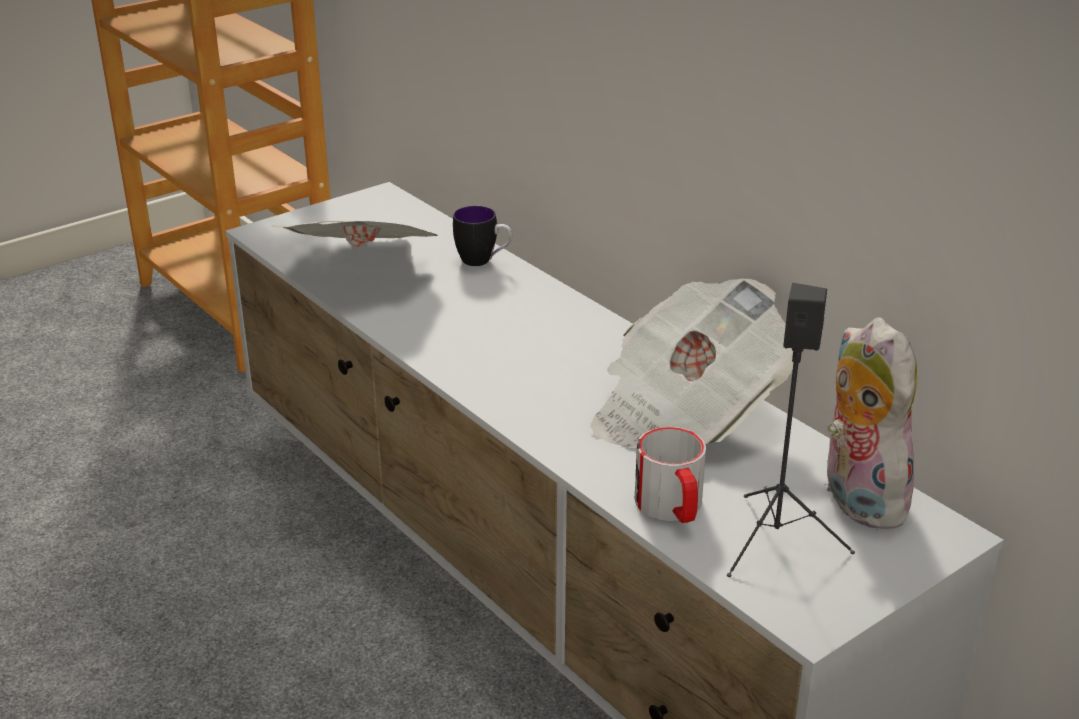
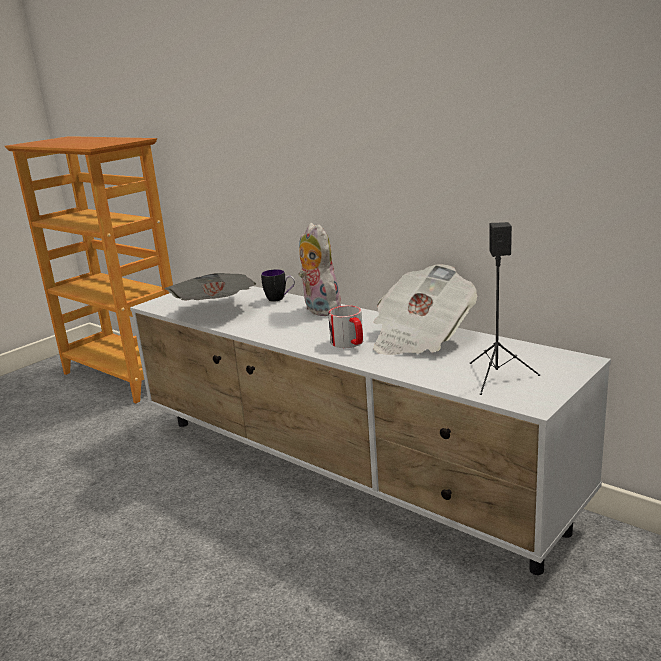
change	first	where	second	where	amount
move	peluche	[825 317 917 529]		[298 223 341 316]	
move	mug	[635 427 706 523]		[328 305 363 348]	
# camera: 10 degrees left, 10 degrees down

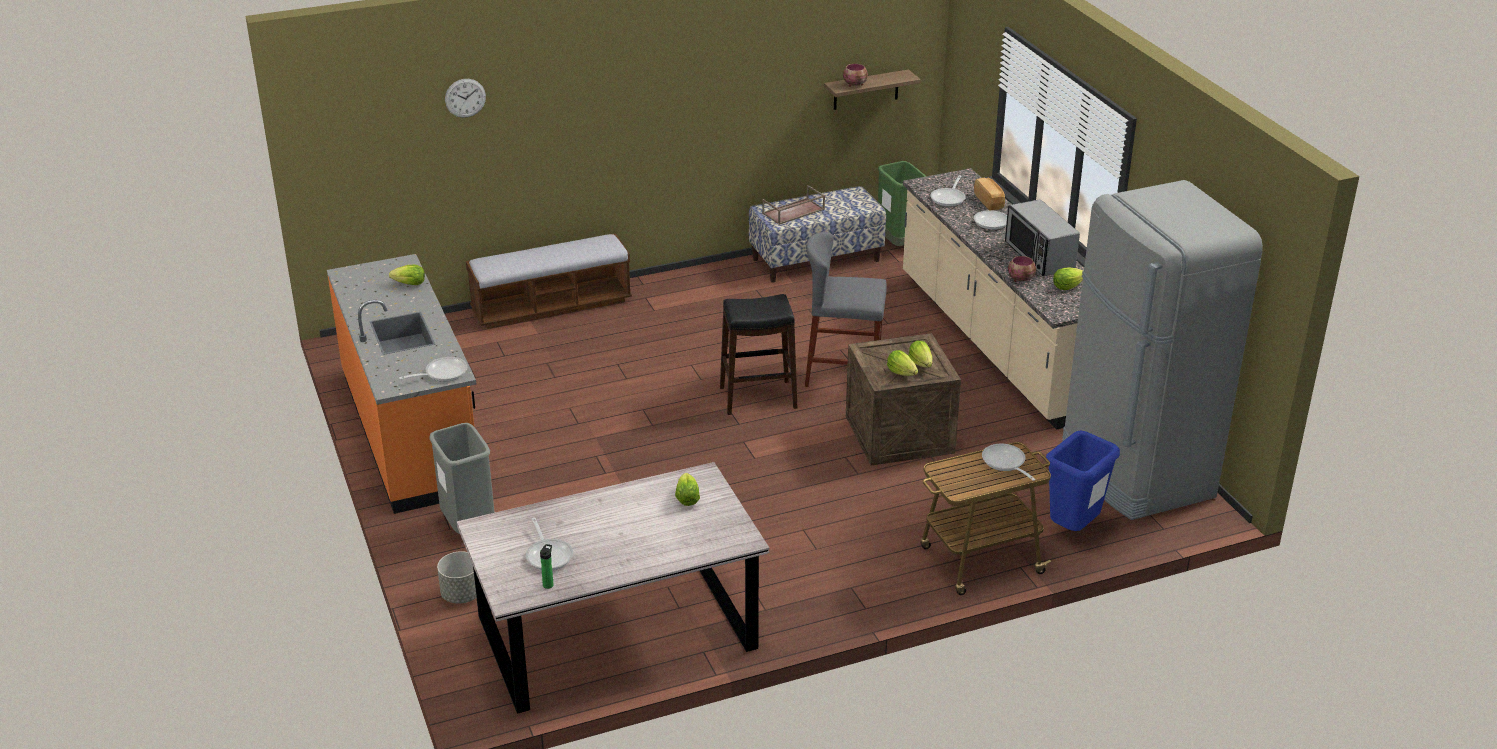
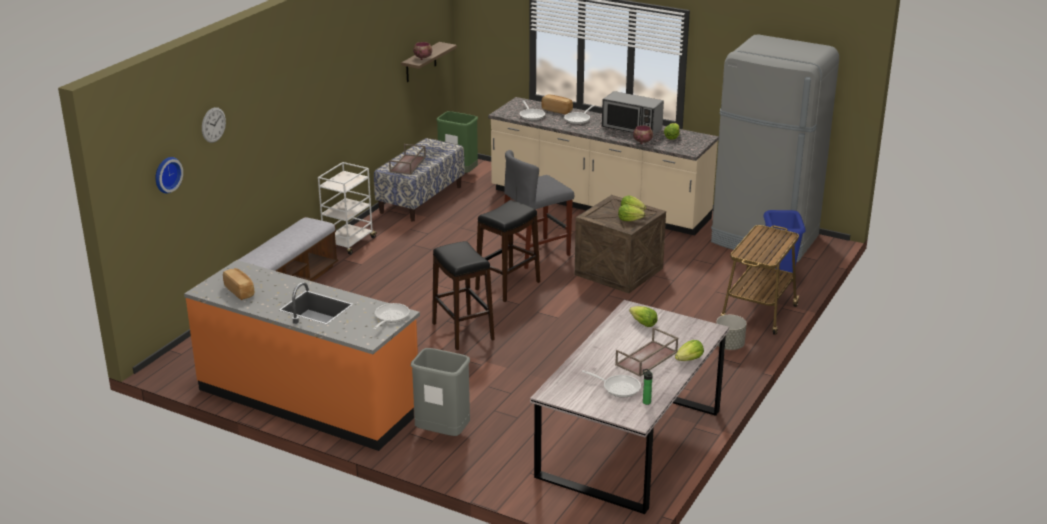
change	first	where	second	where	amount
insert			horloge murale	[155 157 183 194]	
insert			pain	[223 268 254 300]	
insert			chariot/blanc	[318 162 377 255]	
insert			tabouret/noir	[432 241 495 350]	
insert			plateau/marron	[615 327 678 377]	
move	laitue	[389 265 425 285]		[675 340 704 361]	
move	cache-pot/gris	[437 551 476 603]		[716 315 747 350]	
delete	poêle	[982 444 1036 481]			
# camera: 40 degrees left, 5 degrees down

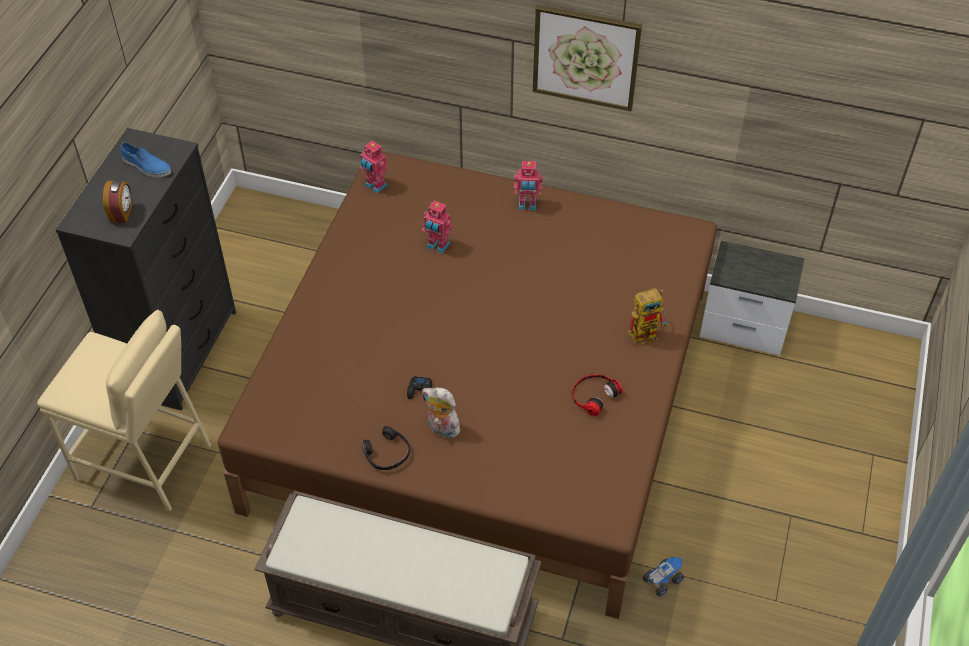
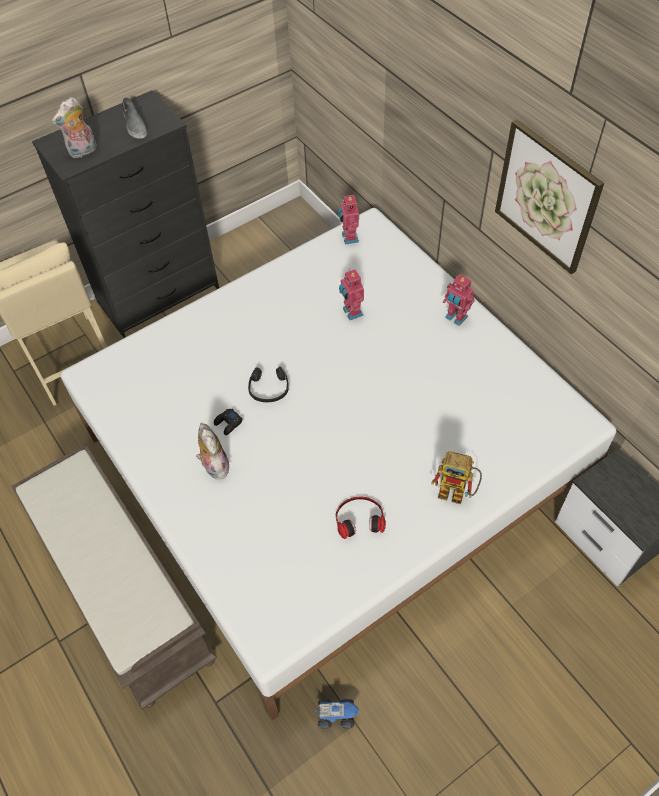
change	first	where	second	where	amount
replace	réveil	[103 180 133 223]	peluche	[52 97 97 158]	
recolor	lit/marron	[218 151 717 619]	lit/blanc	[60 208 616 721]	
recolor	chaussure/bleu	[121 143 171 178]	chaussure/gris	[122 97 147 139]	
move	casque audio/noir	[362 426 411 470]		[248 367 289 402]	
# camera: 40 degrees right, 5 degrees up

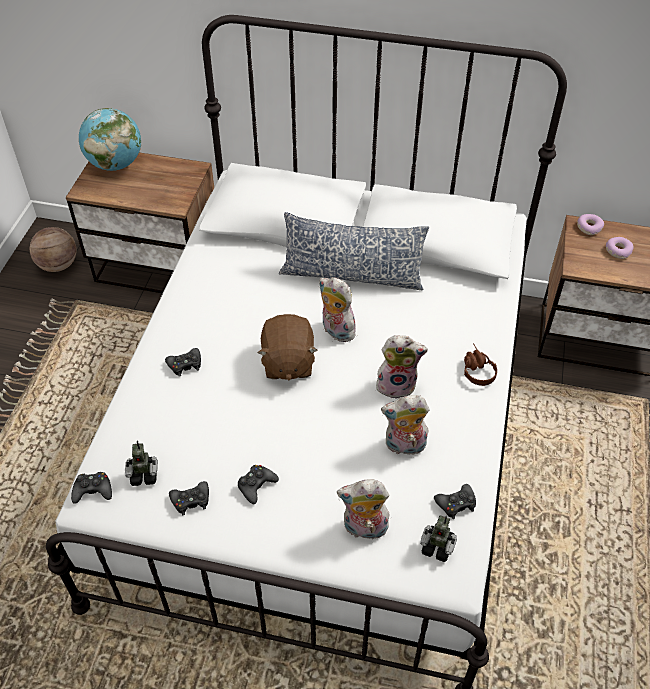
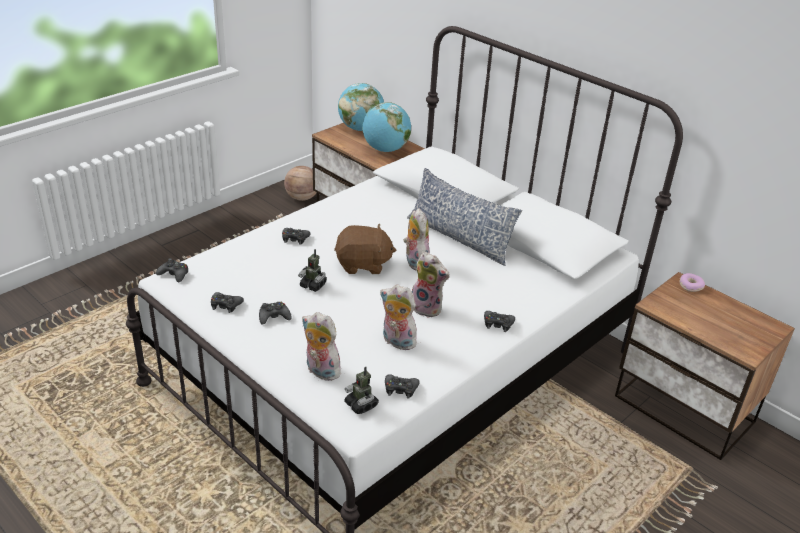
change	first	where	second	where	amount
move	robot jouet	[125 441 158 486]		[298 249 327 292]	
rotate	peluche/marron	[258 314 318 381]		[334 224 396 274]	120 degrees counterclockwise
insert			globe	[362 102 411 152]	
replace	casque audio/marron	[464 343 497 386]	manette/noir	[484 311 515 332]	
delete	beignet	[606 237 633 259]			
# camera: 30 degrees right, 15 degrees down

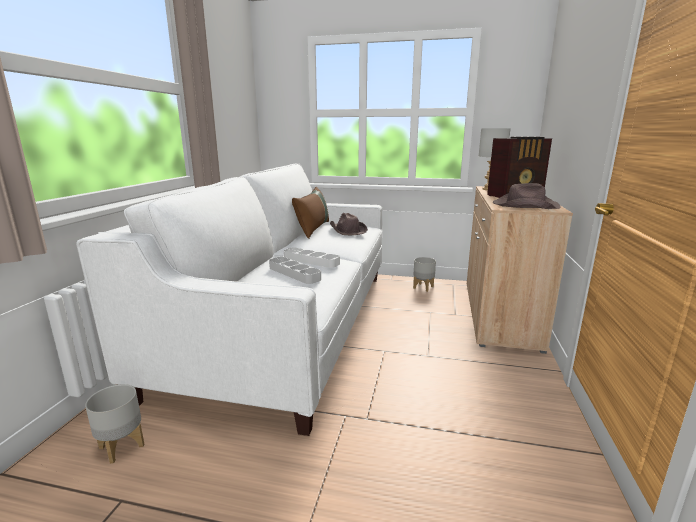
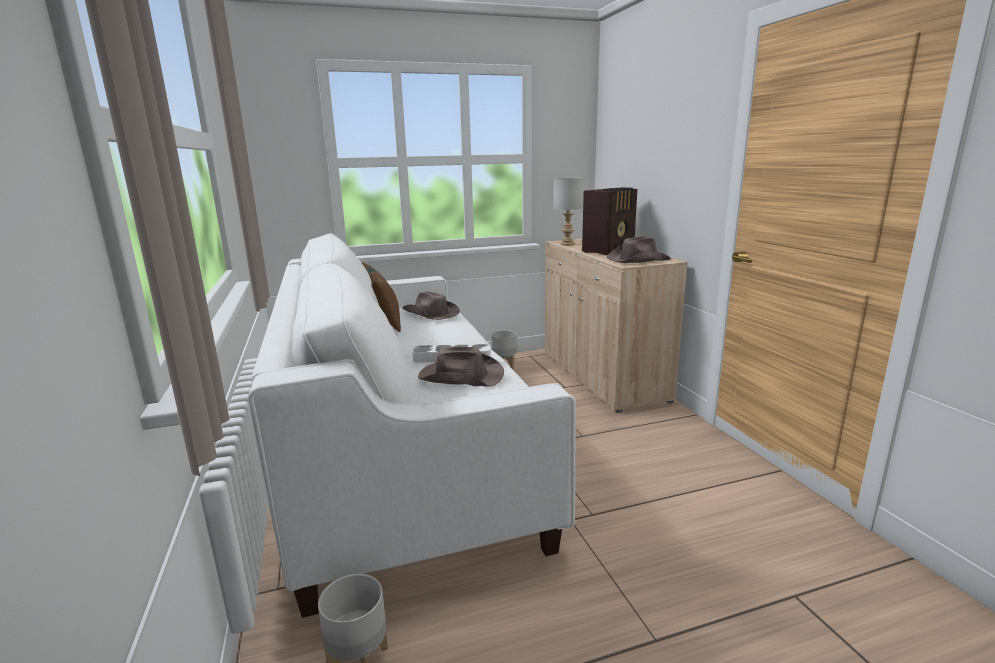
change	first	where	second	where	amount
replace	plateau/gris	[269 257 321 284]	chapeau/marron	[418 346 504 387]	
# camera: 30 degrees left, 0 degrees up

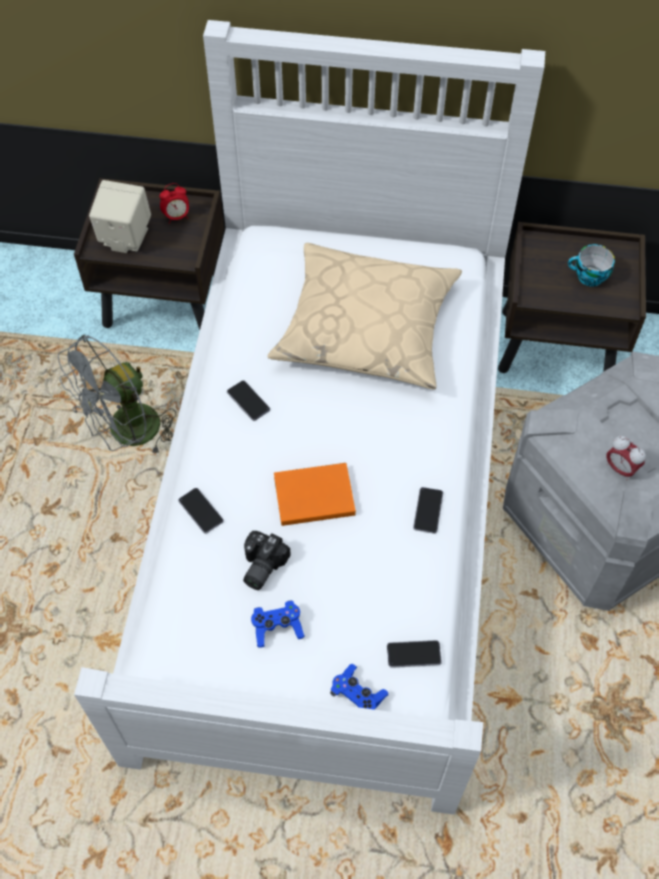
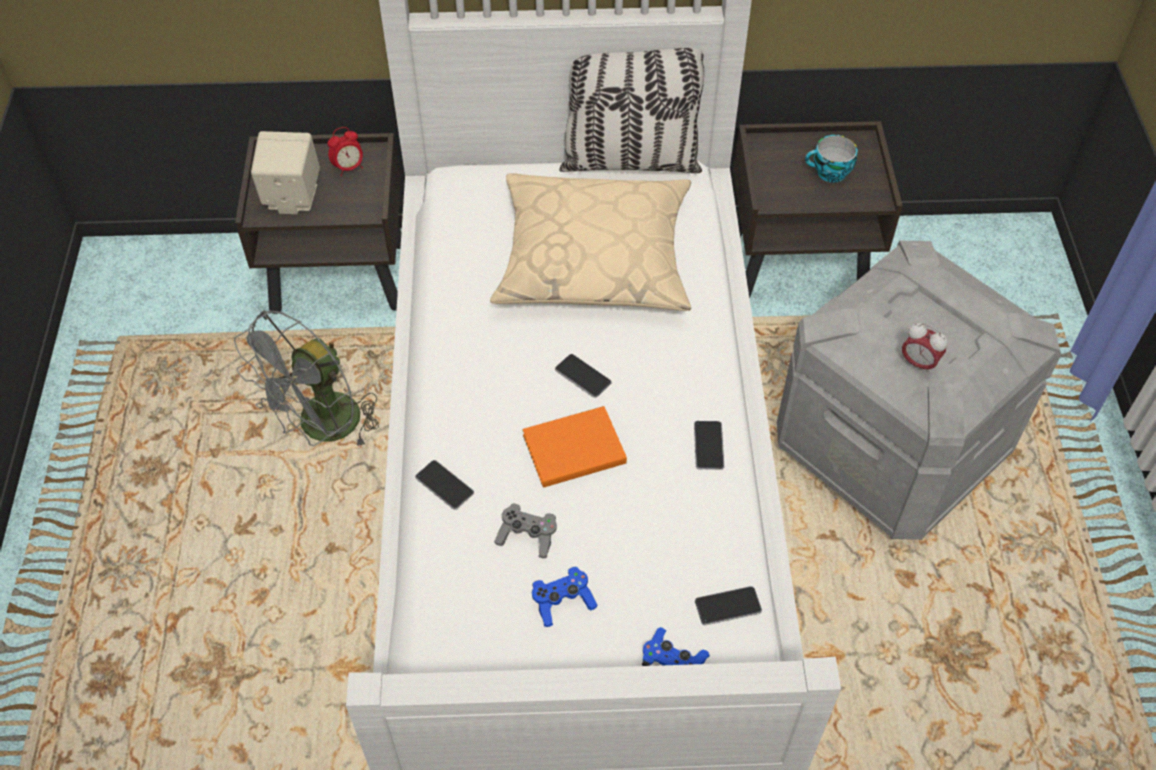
change	first	where	second	where	amount
replace	appareil photo	[243 531 291 590]	manette/gris	[494 503 557 558]	
move	téléphone	[227 380 270 421]		[555 354 612 398]	
insert			coussin	[559 48 704 173]	
# camera: 10 degrees left, 5 degrees down

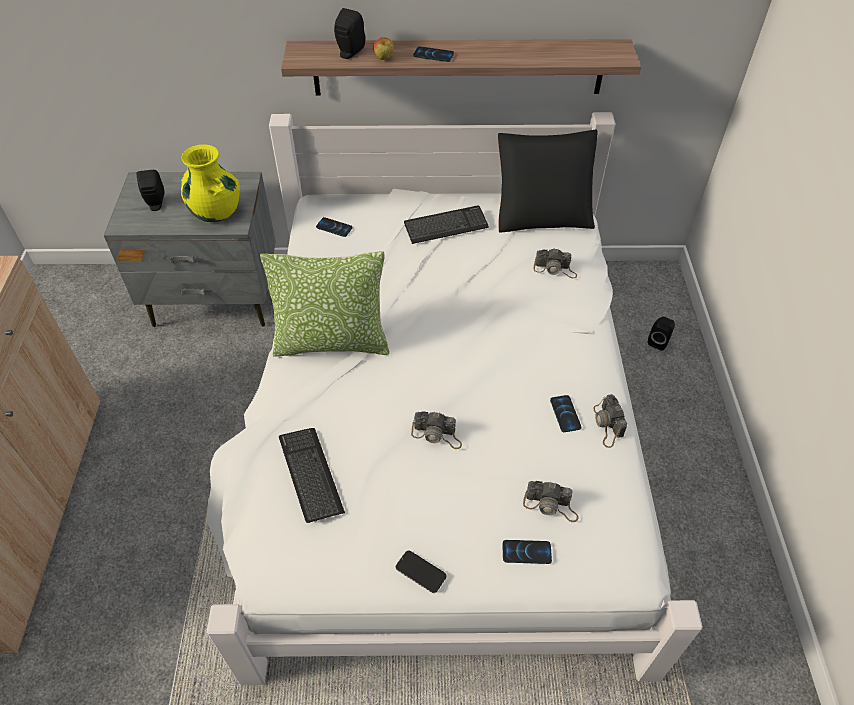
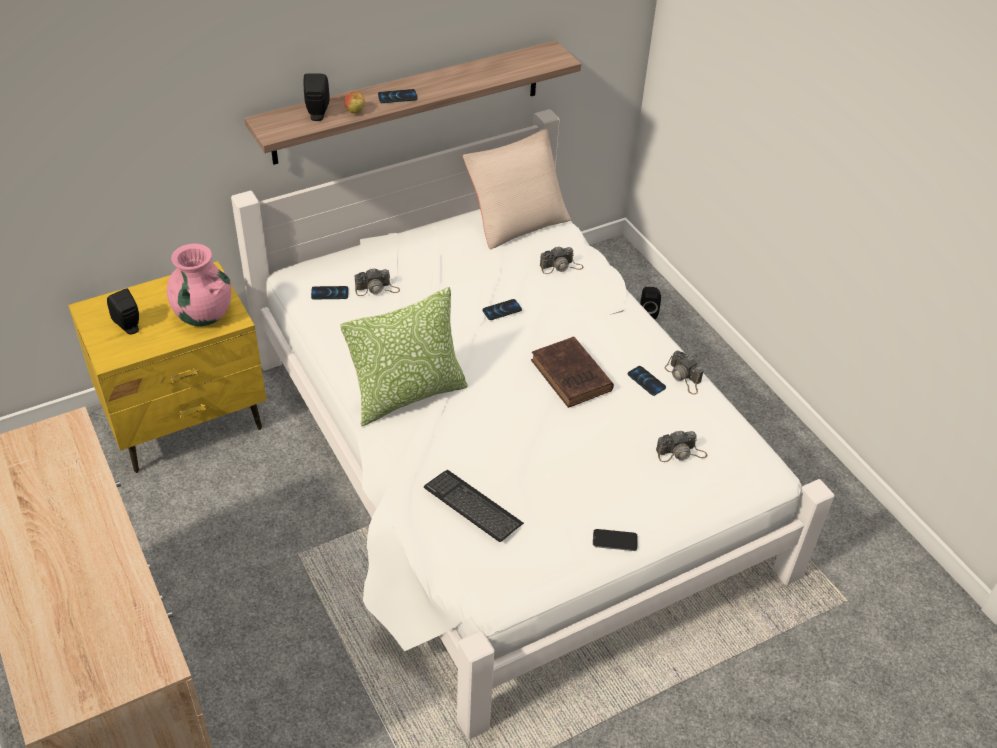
change	first	where	second	where	amount
recolor	table de chevet/gris	[104 172 276 327]	table de chevet/jaune	[68 261 267 473]	
recolor	vase/jaune	[181 144 240 222]	vase/rose	[167 244 231 326]	
move	appareil photo	[411 411 462 449]		[355 268 400 296]	
recolor	coussin/noir	[498 130 598 233]	coussin/beige	[463 128 571 249]	
move	téléphone	[502 540 552 564]		[483 299 522 320]	
insert			livre/marron	[531 337 614 408]	
delete	clavier	[404 205 489 244]			
# camera: 30 degrees left, 5 degrees down

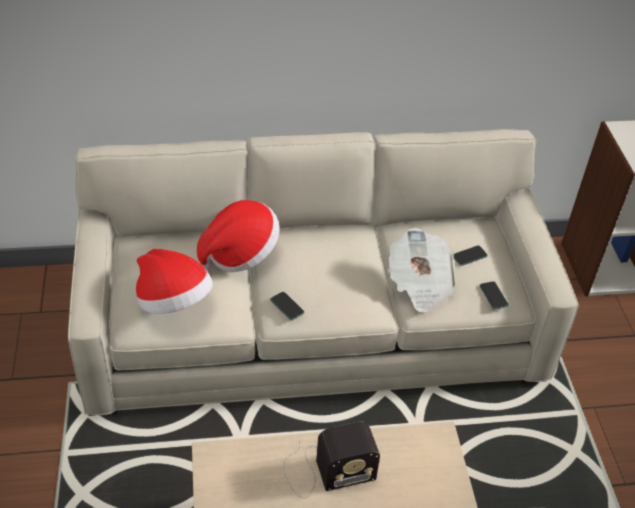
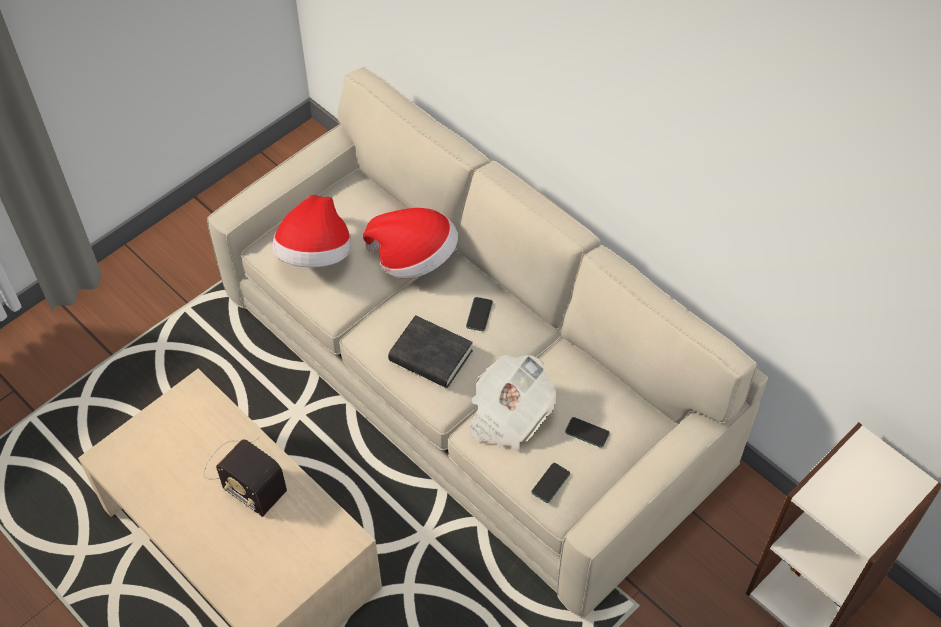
change	first	where	second	where	amount
insert			livre/noir	[388 315 473 388]	
move	téléphone	[270 292 304 320]		[466 297 493 331]	
# camera: 55 degrees right, 10 degrees up

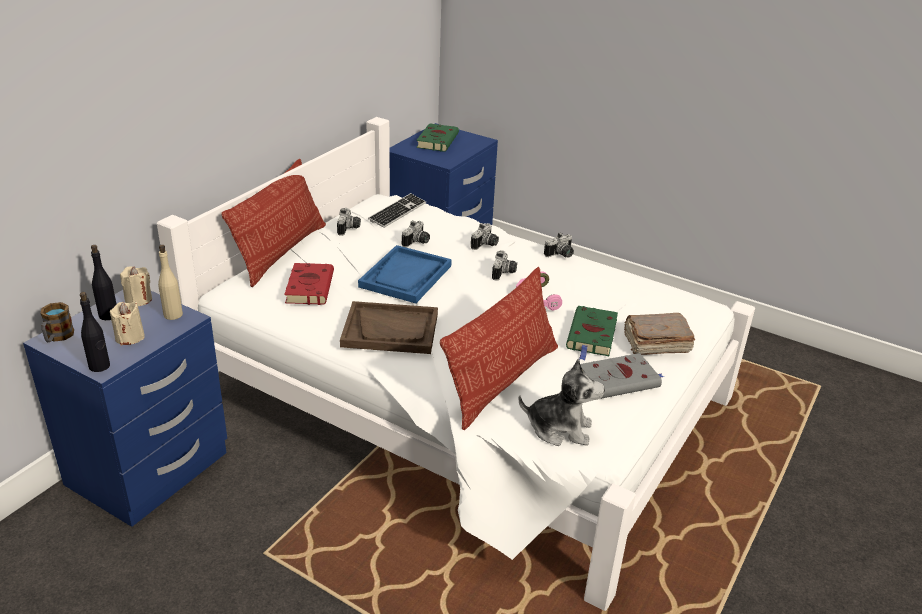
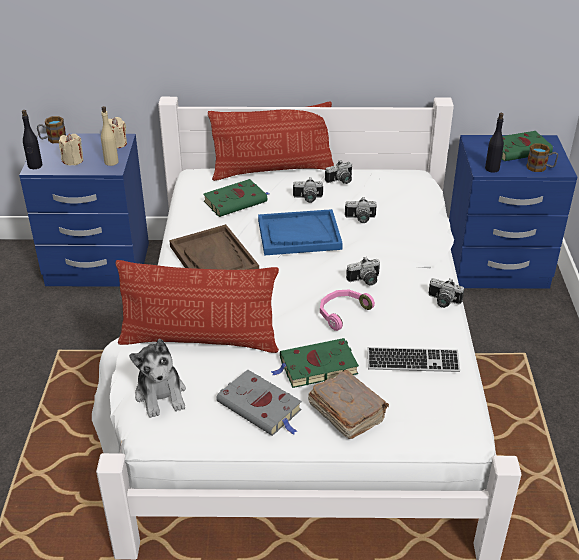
change	first	where	second	where	amount
recolor	livre/rouge	[284 263 334 305]	livre/vert	[203 179 269 217]	
move	appareil photo	[471 223 499 250]		[293 177 323 203]	
move	clavier	[368 193 426 228]		[368 347 460 372]	
move	bouteille/noir	[91 245 117 320]		[485 113 504 173]	
insert			mug	[526 143 558 172]	
# camera: 60 degrees right, 5 degrees up

